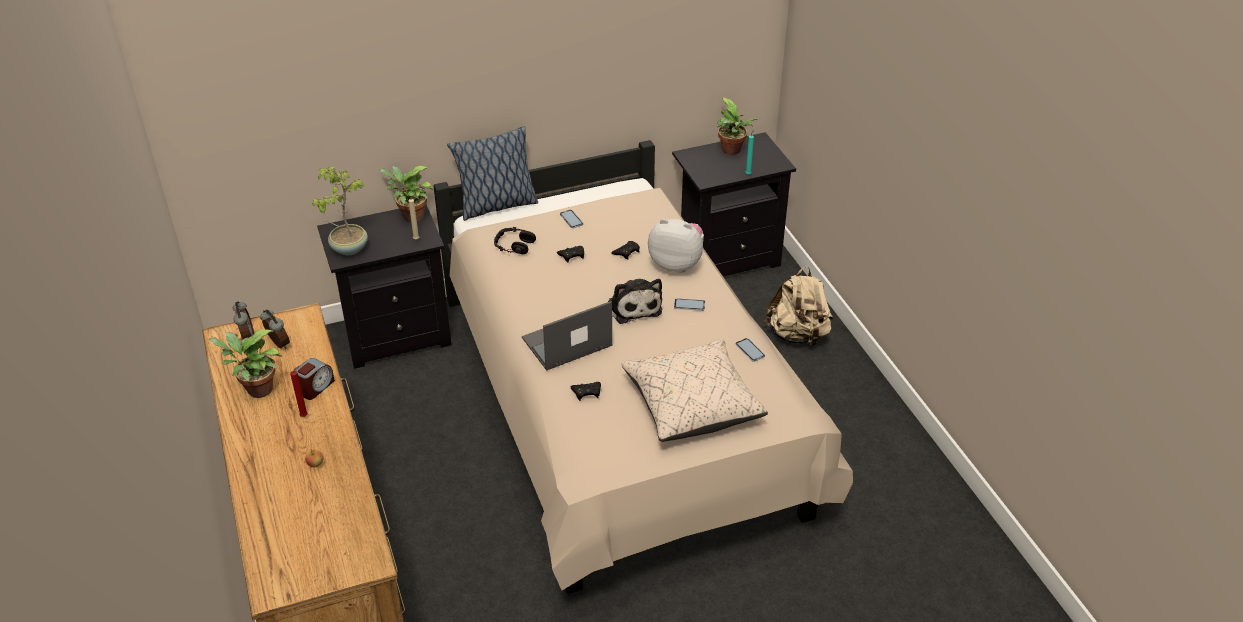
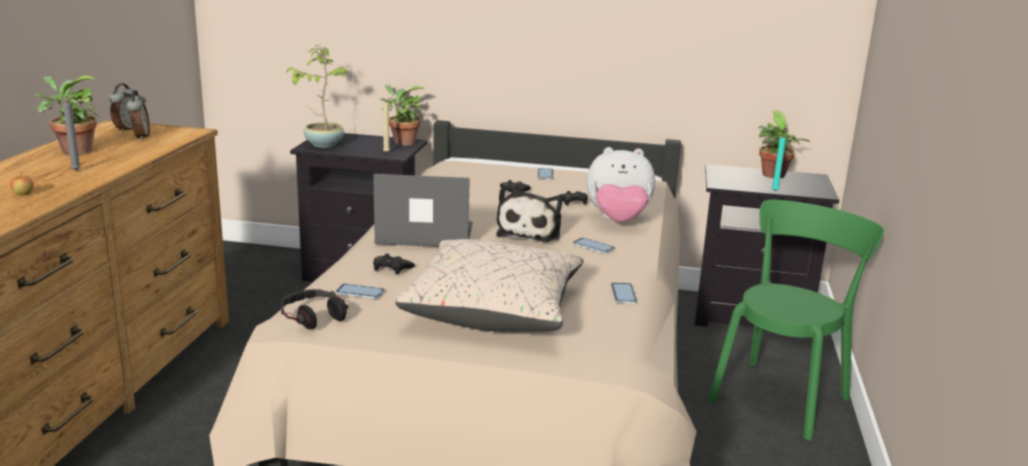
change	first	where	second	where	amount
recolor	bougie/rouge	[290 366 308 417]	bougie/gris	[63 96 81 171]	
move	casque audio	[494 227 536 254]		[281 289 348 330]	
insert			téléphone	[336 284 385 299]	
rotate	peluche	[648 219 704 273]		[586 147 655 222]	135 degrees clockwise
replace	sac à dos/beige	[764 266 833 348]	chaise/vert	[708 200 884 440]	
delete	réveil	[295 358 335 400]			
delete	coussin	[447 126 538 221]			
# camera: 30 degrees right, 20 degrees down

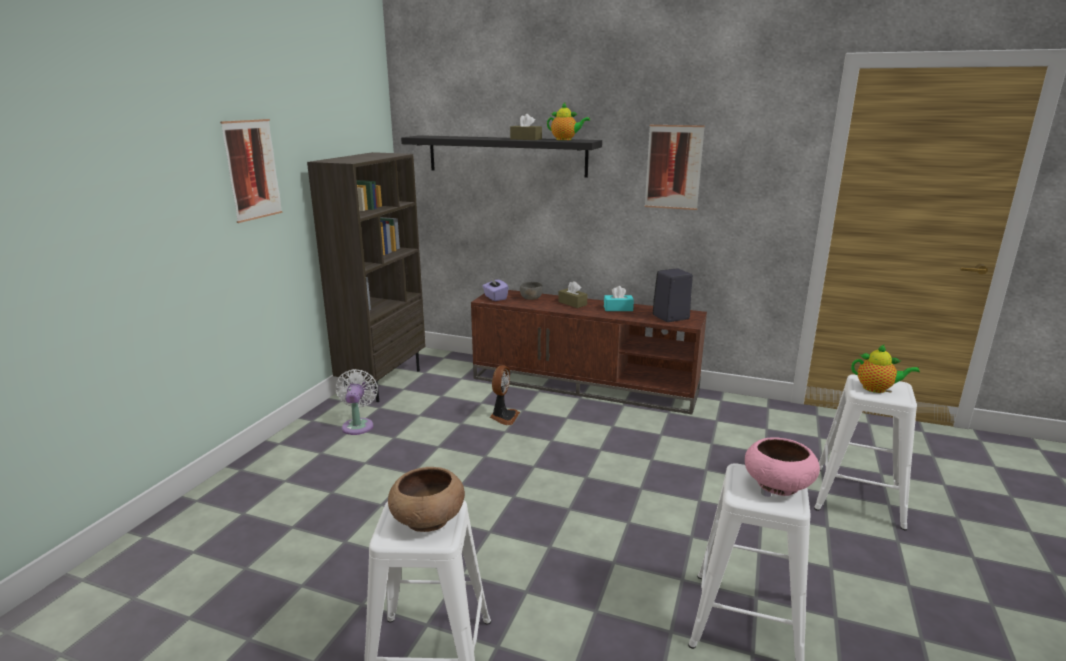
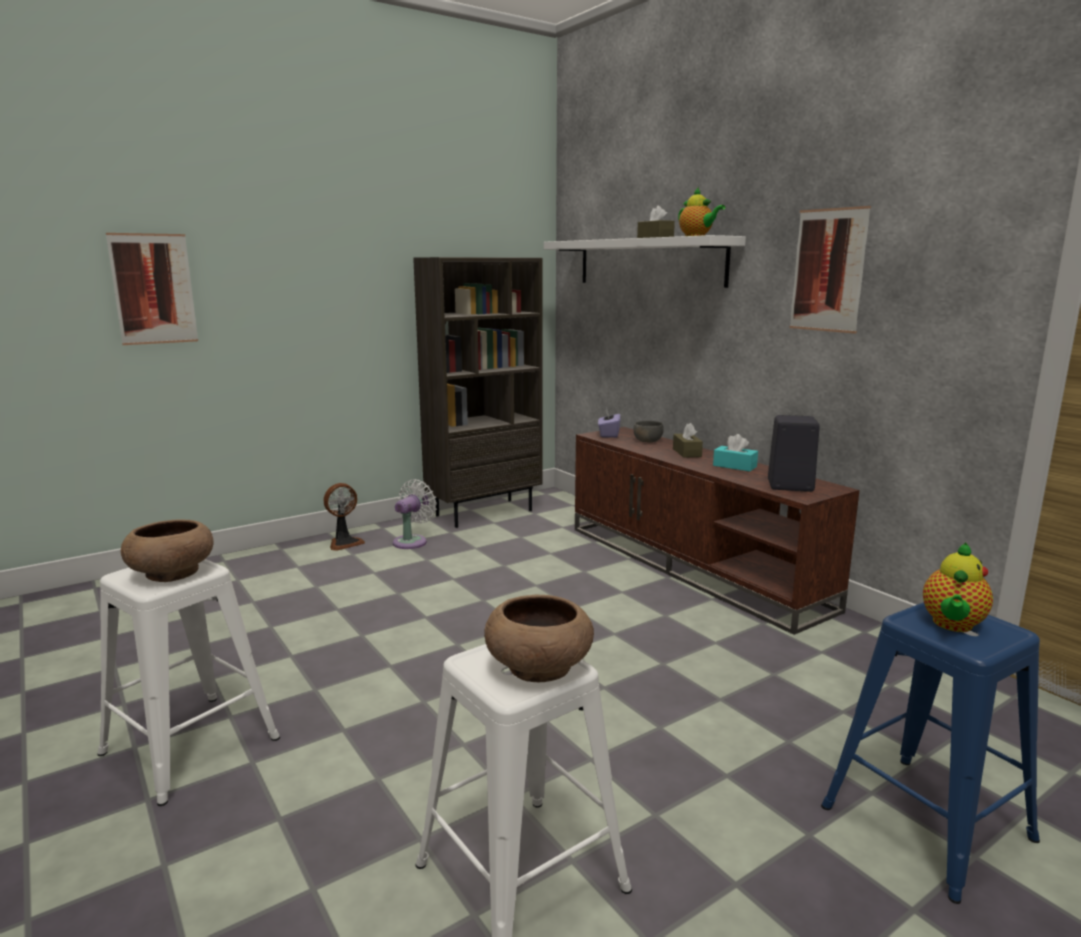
change	first	where	second	where	amount
move	tableau	[220 119 282 223]		[106 233 198 345]	
move	ventilateur	[490 365 520 425]		[324 483 365 551]	
recolor	bol/rose	[745 437 820 496]	bol/marron	[484 595 594 682]	
recolor	étagère/noir	[401 135 602 178]	étagère/blanc	[544 235 746 288]	
recolor	tabouret/blanc	[814 374 917 530]	tabouret/bleu	[821 602 1040 904]	
rotate	théière	[851 344 920 393]		[923 542 993 632]	60 degrees clockwise
# camera: 35 degrees right, 5 degrees down

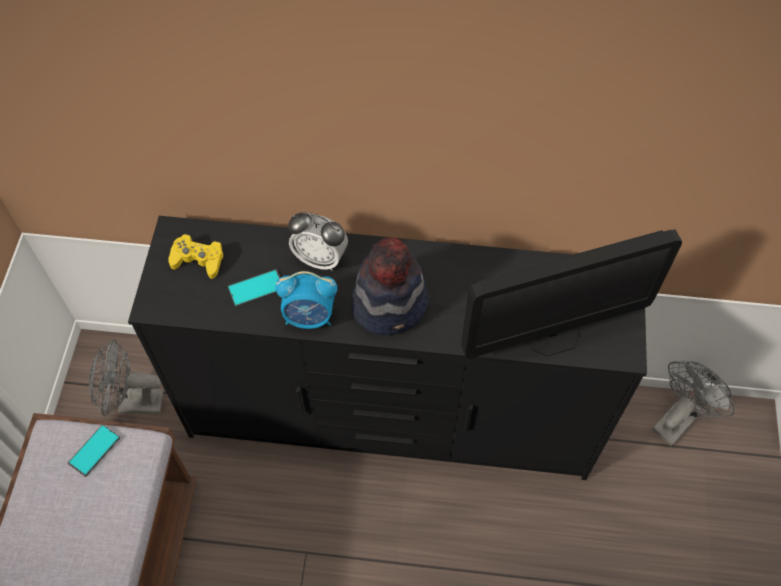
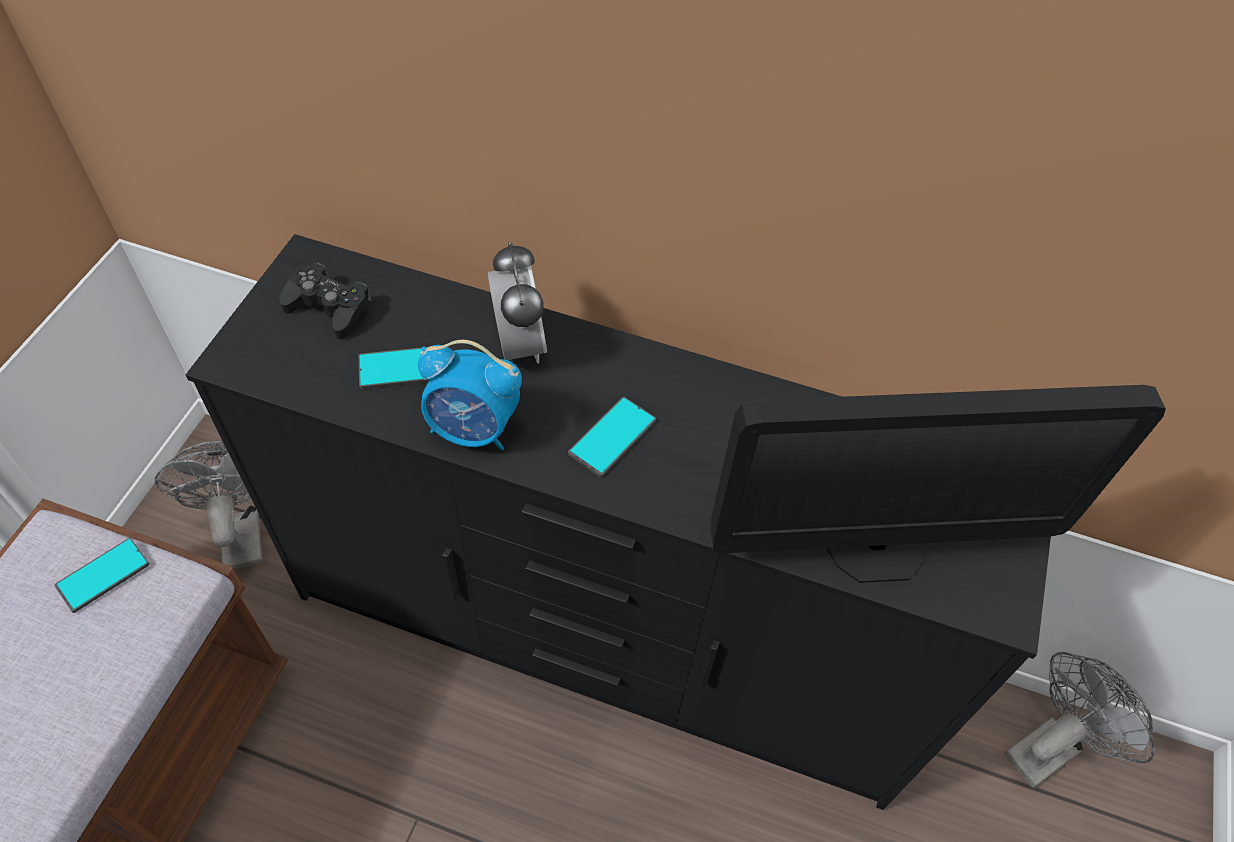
change	first	where	second	where	amount
rotate	ventilateur/gris	[89 339 164 416]		[155 441 263 569]	60 degrees clockwise
recolor	manette/jaune	[168 234 223 279]	manette/noir	[279 263 371 339]	
rotate	réveil	[288 212 348 271]		[488 242 547 364]	135 degrees counterclockwise
replace	chapeau	[351 237 429 335]	téléphone	[568 397 656 477]	
# camera: 10 degrees right, 5 degrees down

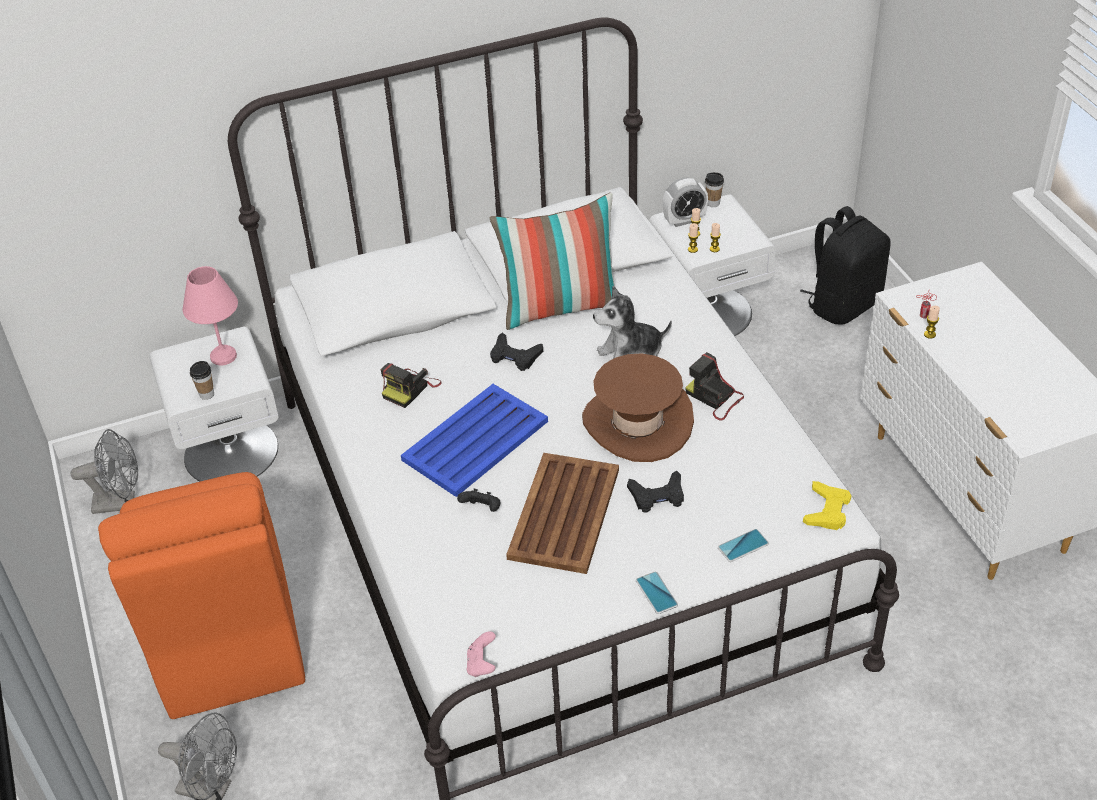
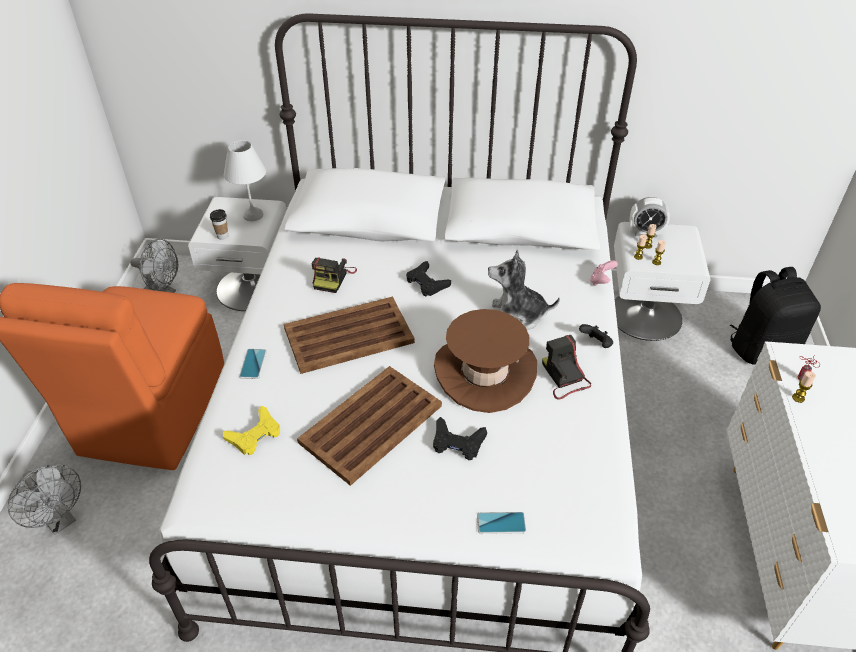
change	first	where	second	where	amount
move	manette/jaune	[803 481 851 530]		[223 406 280 455]	
recolor	lampe de table/rose	[183 266 238 365]	lampe de table/blanc	[224 140 266 221]	
move	téléphone	[636 572 678 614]		[239 349 267 379]	
recolor	plateau/bleu	[401 384 548 497]	plateau/marron	[284 296 415 374]	
rotate	appareil photo	[381 363 442 408]		[312 258 357 293]	45 degrees counterclockwise
move	manette/noir	[457 489 501 512]		[579 324 613 348]	
move	manette/rose	[467 631 496 677]		[590 260 618 286]	
delete	coussin	[490 193 615 330]			
delete	tasse	[705 172 724 207]			
# camera: 25 degrees right, 0 degrees up

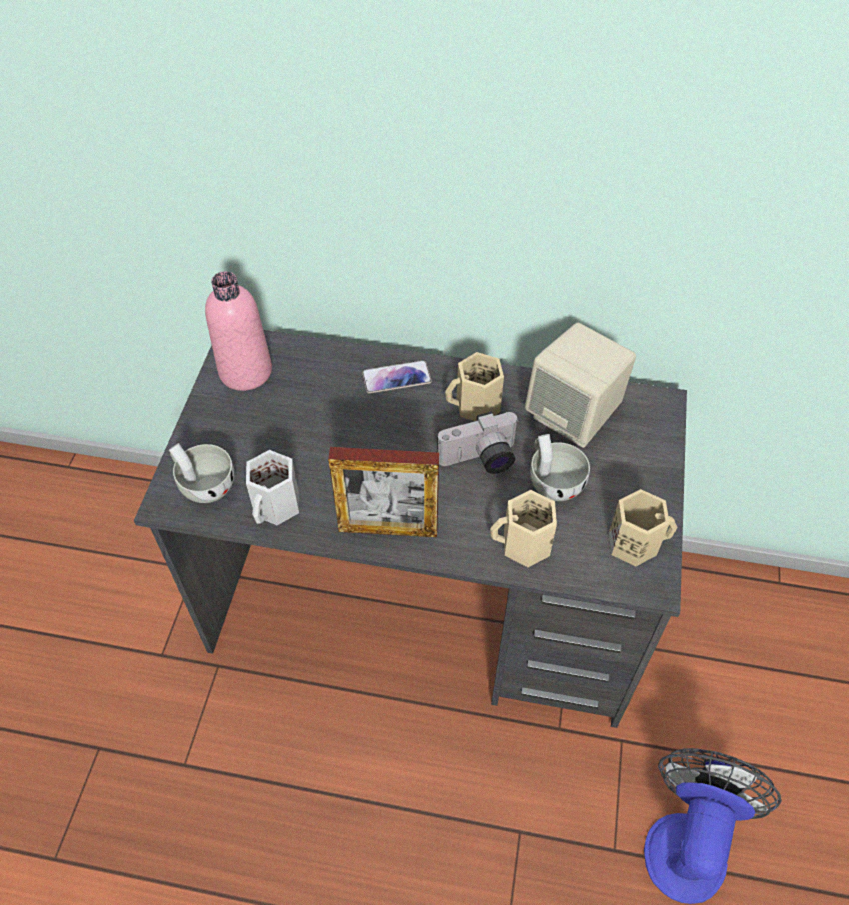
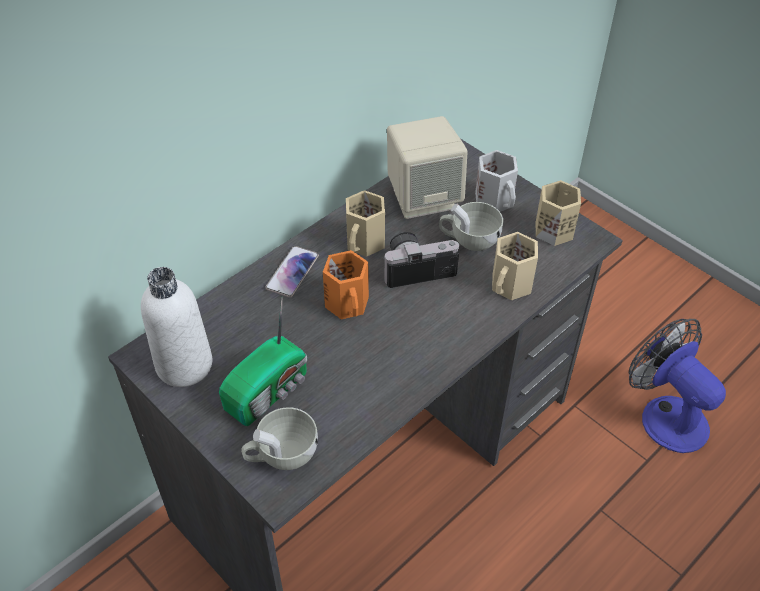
change	first	where	second	where	amount
recolor	bouteille/rose	[205 271 272 391]	bouteille/blanc	[141 267 212 387]	
insert			radio	[219 298 307 426]	
insert			mug/orange	[323 250 369 319]	
rotate	appareil photo	[437 412 518 474]		[383 232 459 288]	120 degrees counterclockwise
move	mug/blanc	[246 450 299 525]		[475 150 518 212]	
delete	cadre photo	[328 447 439 537]			
# camera: 55 degrees left, 5 degrees down

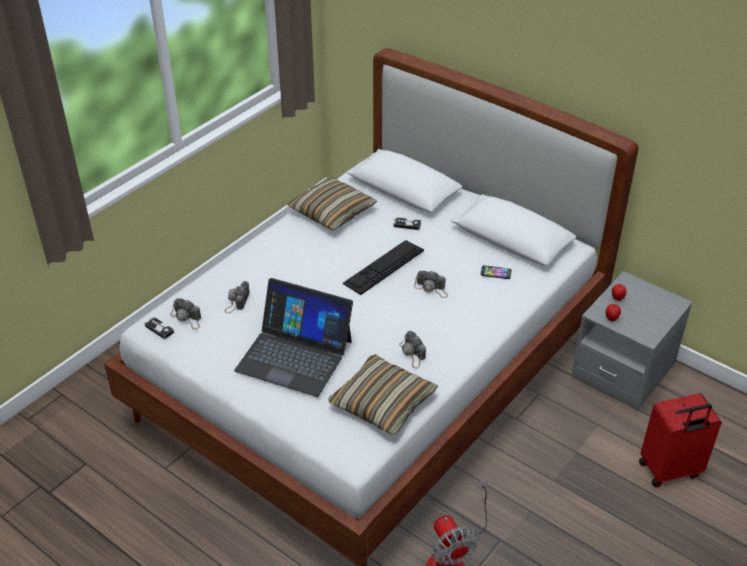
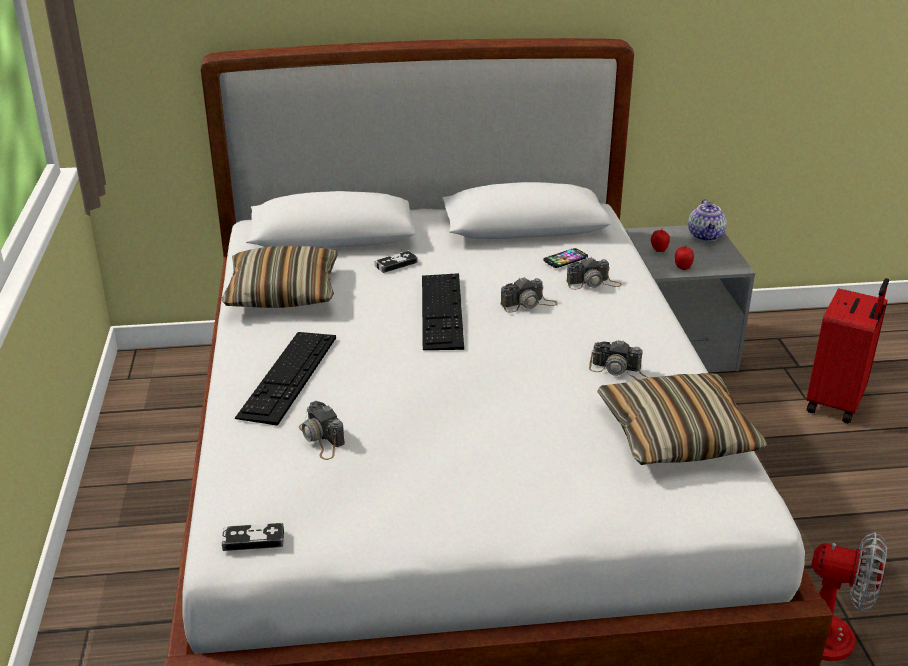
change	first	where	second	where	amount
insert			clavier	[235 332 336 426]	
move	appareil photo	[171 298 201 329]		[566 257 622 290]	
insert			théière	[688 199 727 241]	
delete	ordinateur portable	[234 278 353 397]			
# camera: 45 degrees left, 10 degrees down

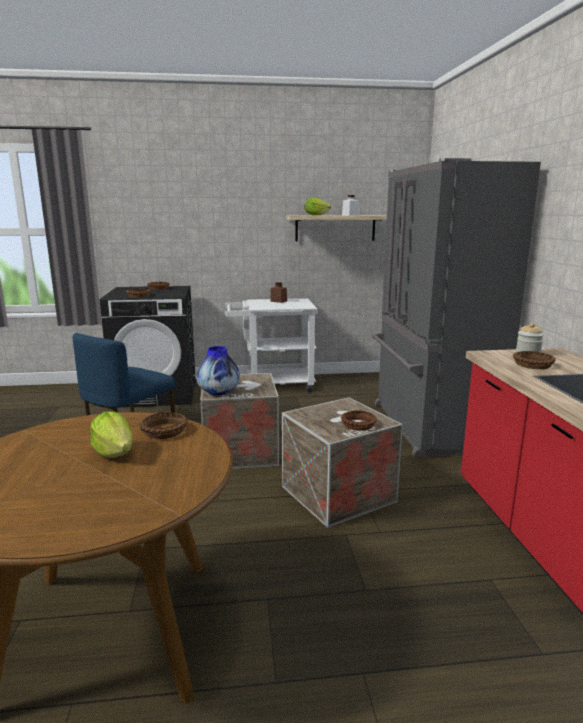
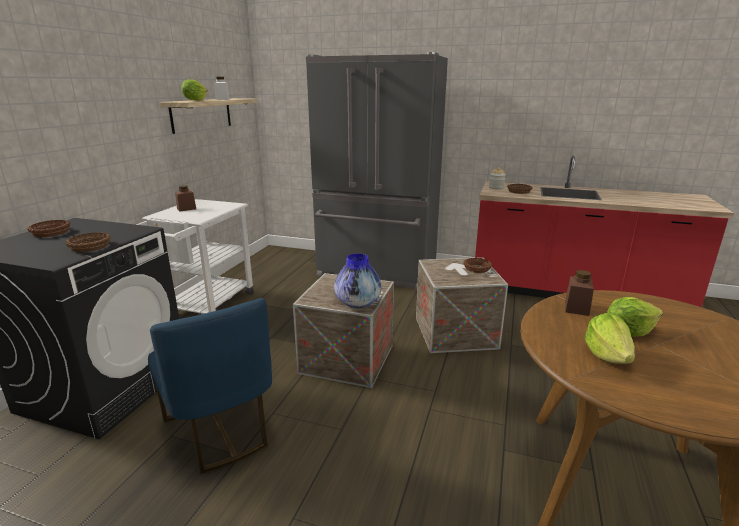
change	first	where	second	where	amount
replace	bol/marron	[139 412 187 439]	bocal/marron	[565 270 594 316]	
insert			laitue	[585 313 635 364]	
# camera: 65 degrees left, 5 degrees up

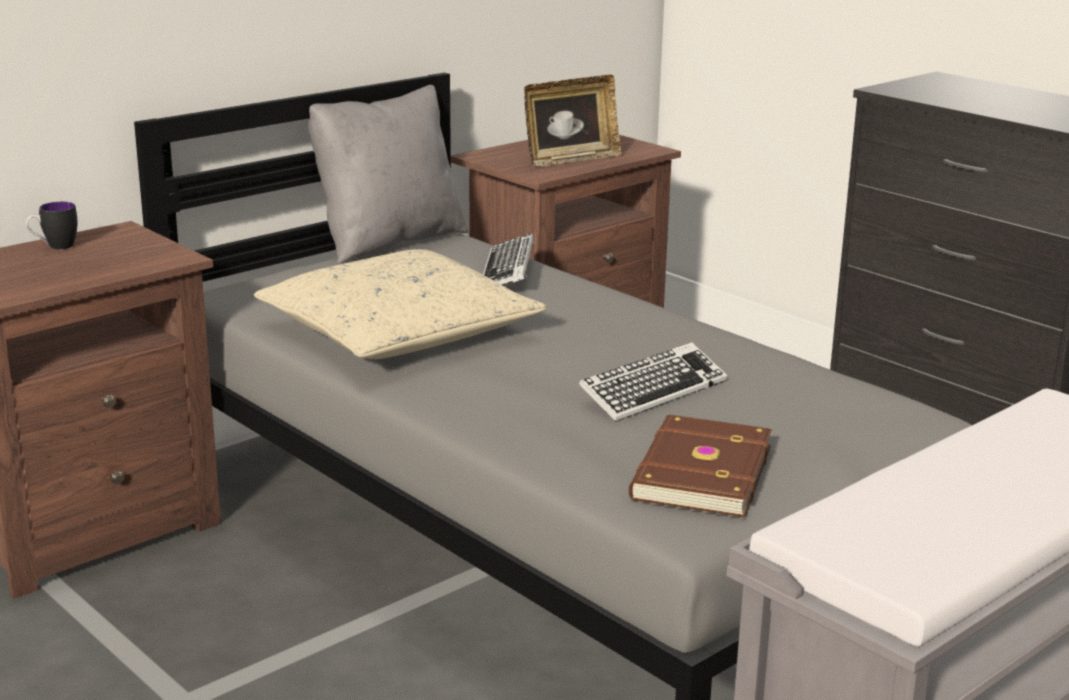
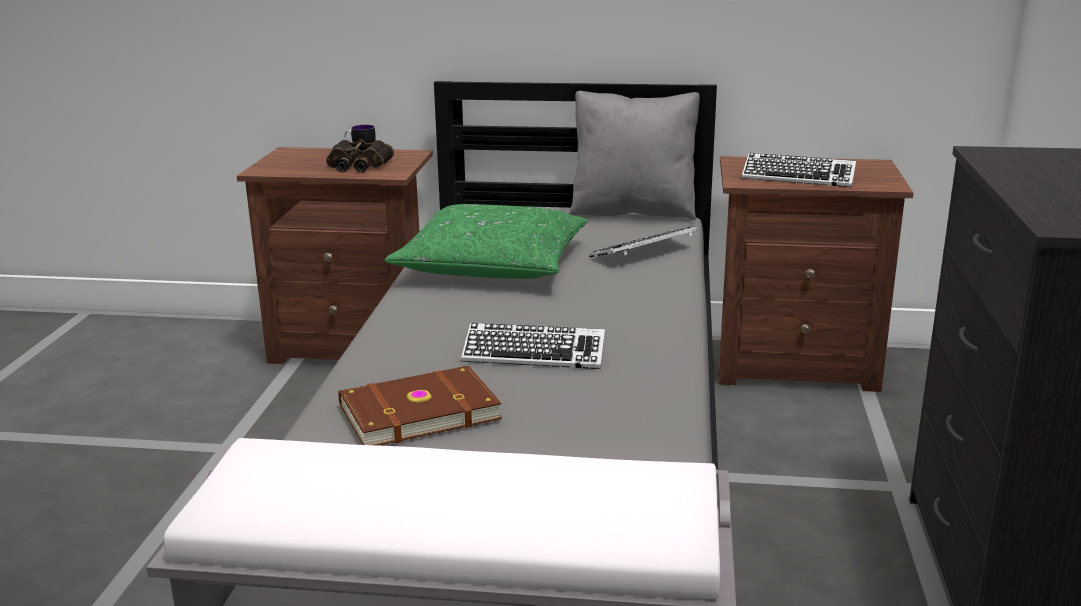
change	first	where	second	where	amount
insert			jumelles	[326 139 394 173]	
recolor	coussin/beige	[254 249 547 359]	coussin/vert	[385 204 588 279]	
replace	cadre photo	[524 75 622 167]	clavier	[742 153 856 187]	
# camera: 50 degrees right, 0 degrees up

